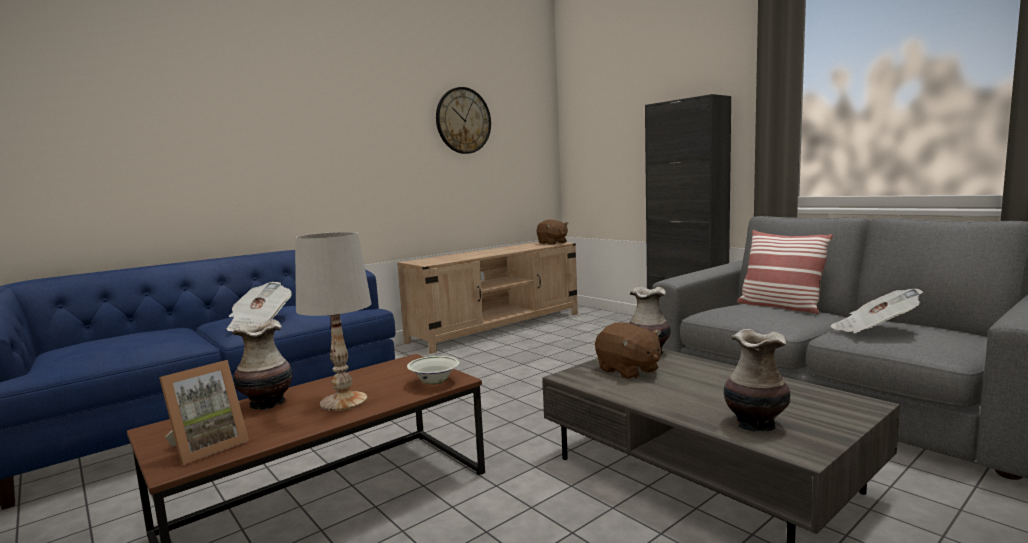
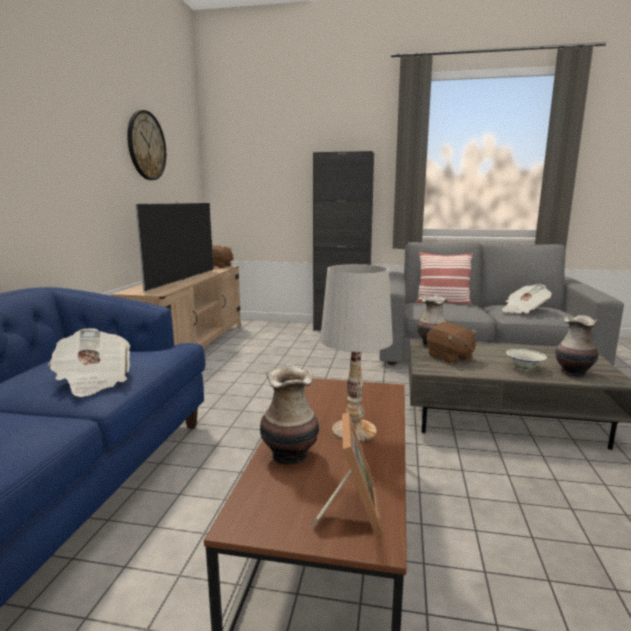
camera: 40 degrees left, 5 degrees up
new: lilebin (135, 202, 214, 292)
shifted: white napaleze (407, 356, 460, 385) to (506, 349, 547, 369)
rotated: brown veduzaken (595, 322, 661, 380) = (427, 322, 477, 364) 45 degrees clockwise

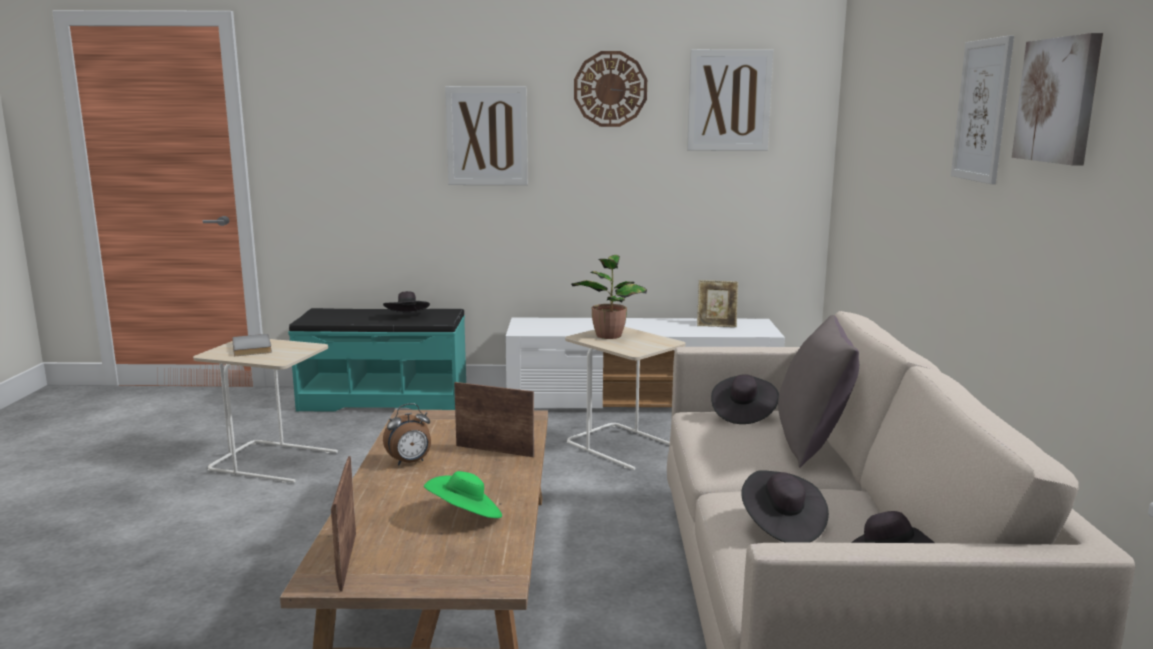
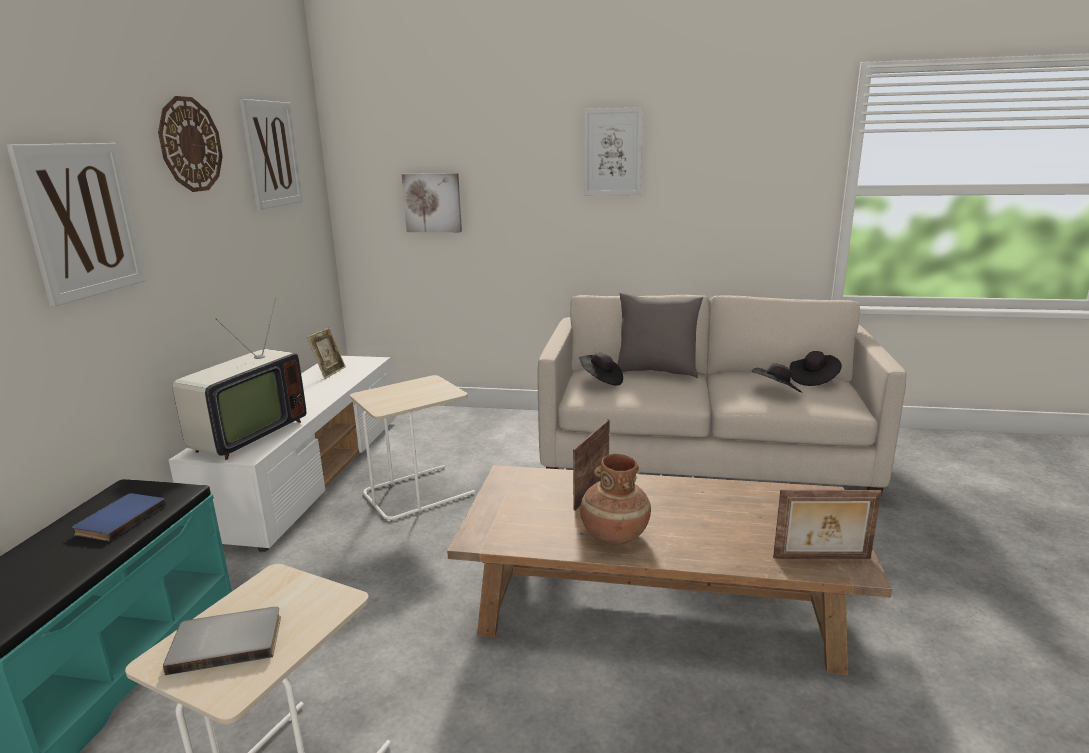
camera: 80 degrees left, 5 degrees up
gone: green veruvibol (424, 471, 502, 518); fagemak (571, 255, 647, 339)
new: lilebin (172, 297, 306, 460)
shifted: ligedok (1012, 33, 1103, 165) to (402, 173, 462, 232)
swapped: black veruvibol (383, 291, 430, 313) to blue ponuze (72, 493, 166, 542); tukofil (383, 403, 431, 466) to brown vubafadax (580, 454, 651, 545)

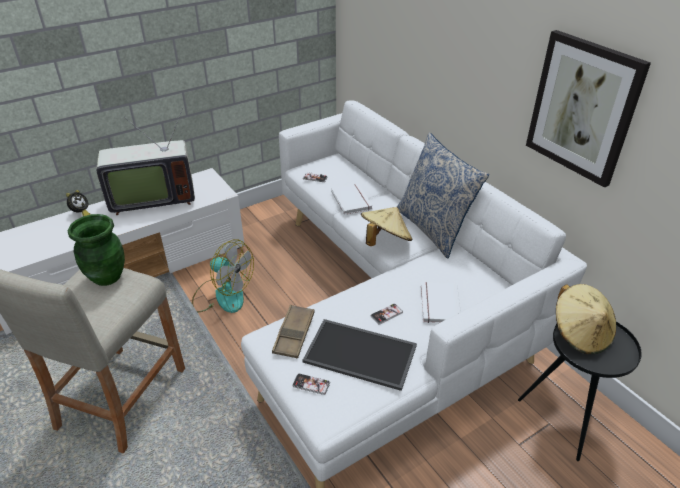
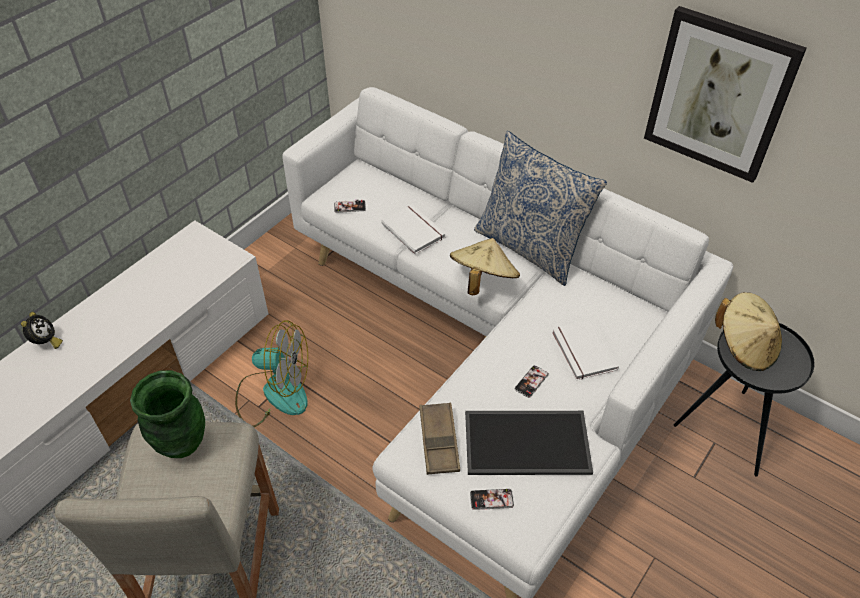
camera: 20 degrees left, 10 degrees up
gone: lilebin (96, 107, 195, 215)

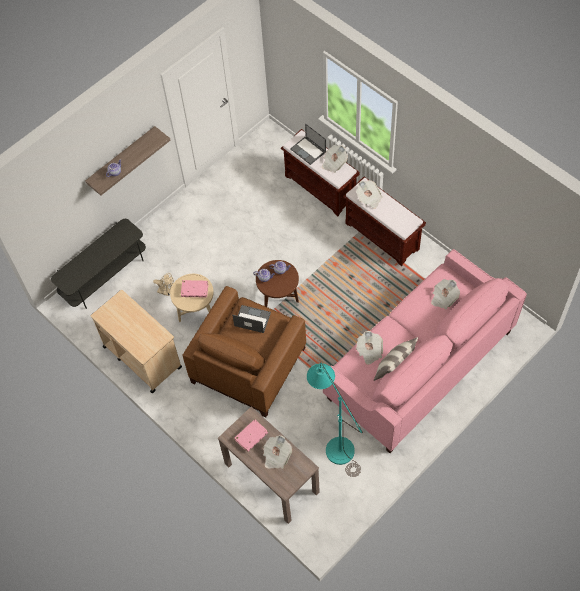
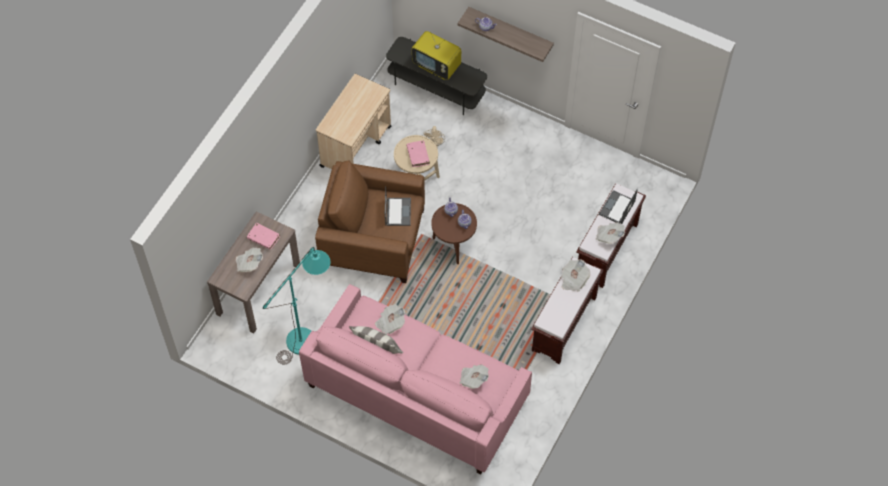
camera: 70 degrees right, 0 degrees up
new: lilebin (412, 31, 461, 80)

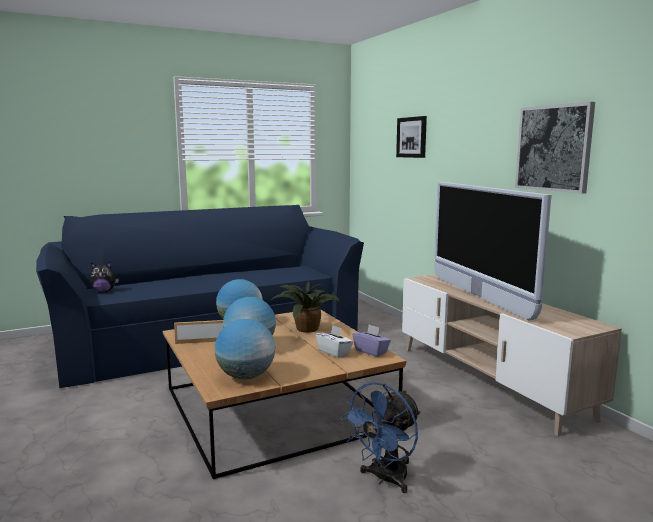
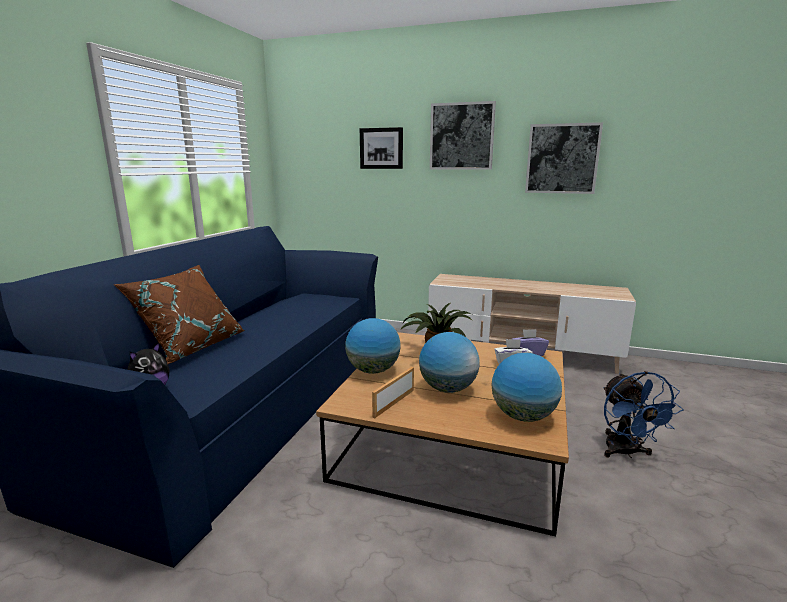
camera: 45 degrees left, 5 degrees up
gone: lilebin (434, 182, 552, 320)
new: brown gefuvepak (113, 265, 245, 364); ligedok (430, 101, 496, 170)

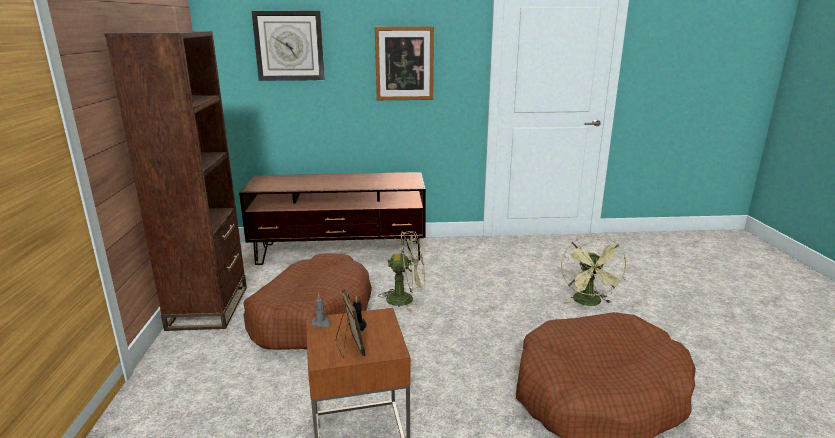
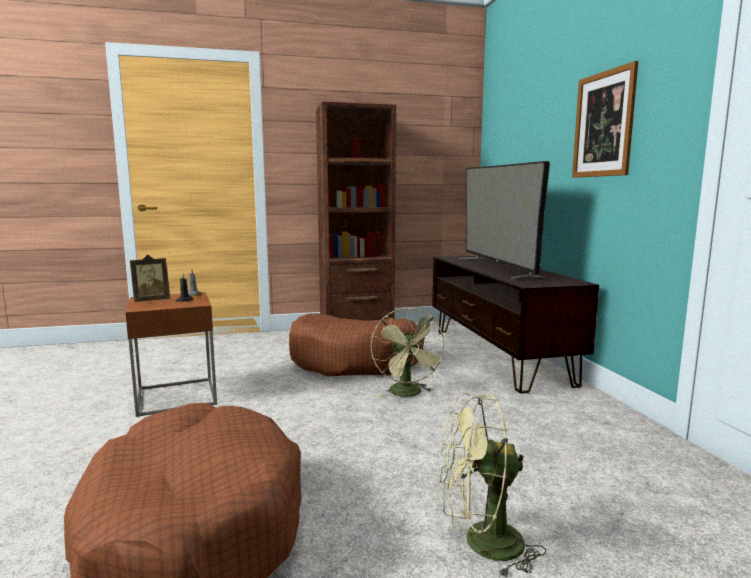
camera: 80 degrees right, 10 degrees down
gone: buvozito (251, 11, 325, 81)
new: lilebin (459, 161, 550, 279)

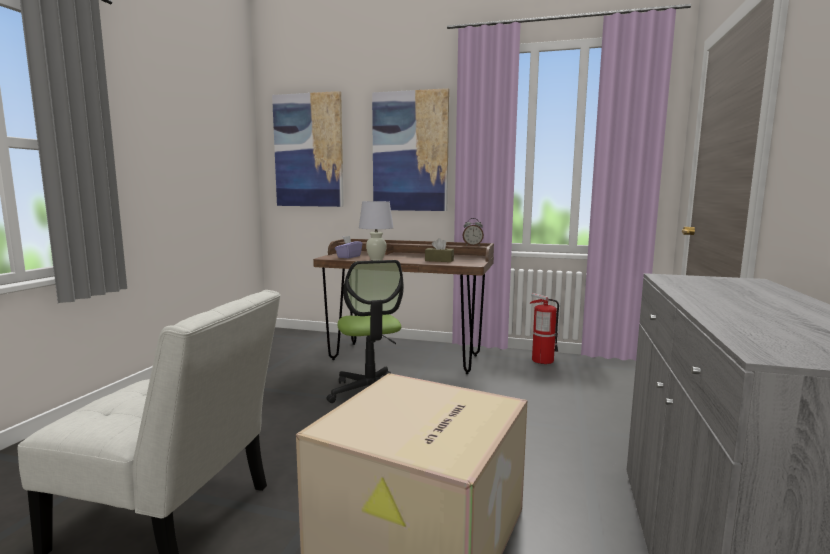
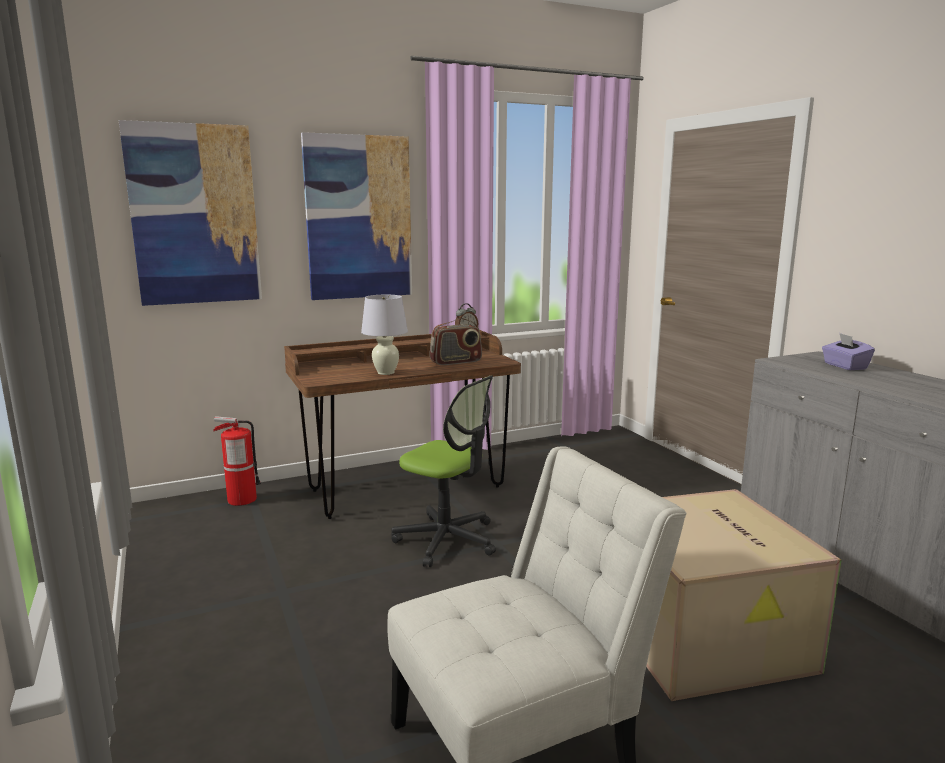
camera: 40 degrees left, 5 degrees up
shifted: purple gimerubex (335, 236, 363, 258) to (822, 333, 875, 370); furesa (530, 293, 559, 364) to (213, 416, 261, 506)
swapped: brown gimerubex (425, 238, 454, 262) to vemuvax (430, 318, 482, 365)

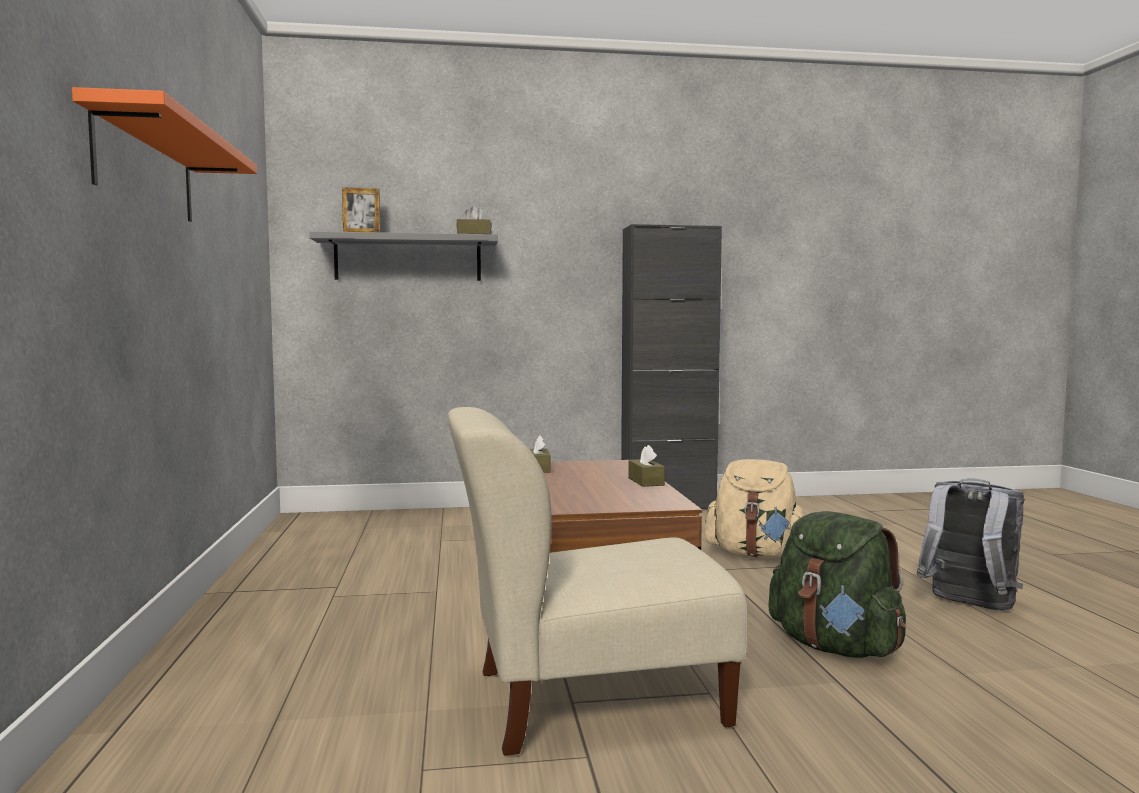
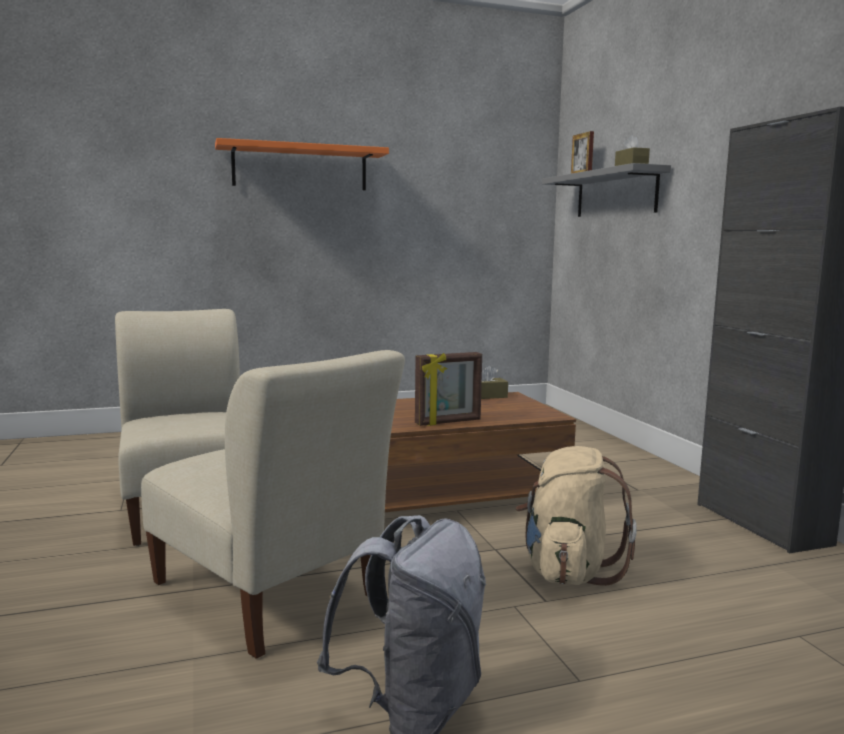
camera: 80 degrees right, 5 degrees up
swapped: brown gimerubex (628, 445, 665, 487) to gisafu (415, 352, 482, 426); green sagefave (768, 511, 906, 658) to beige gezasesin (141, 350, 405, 658)

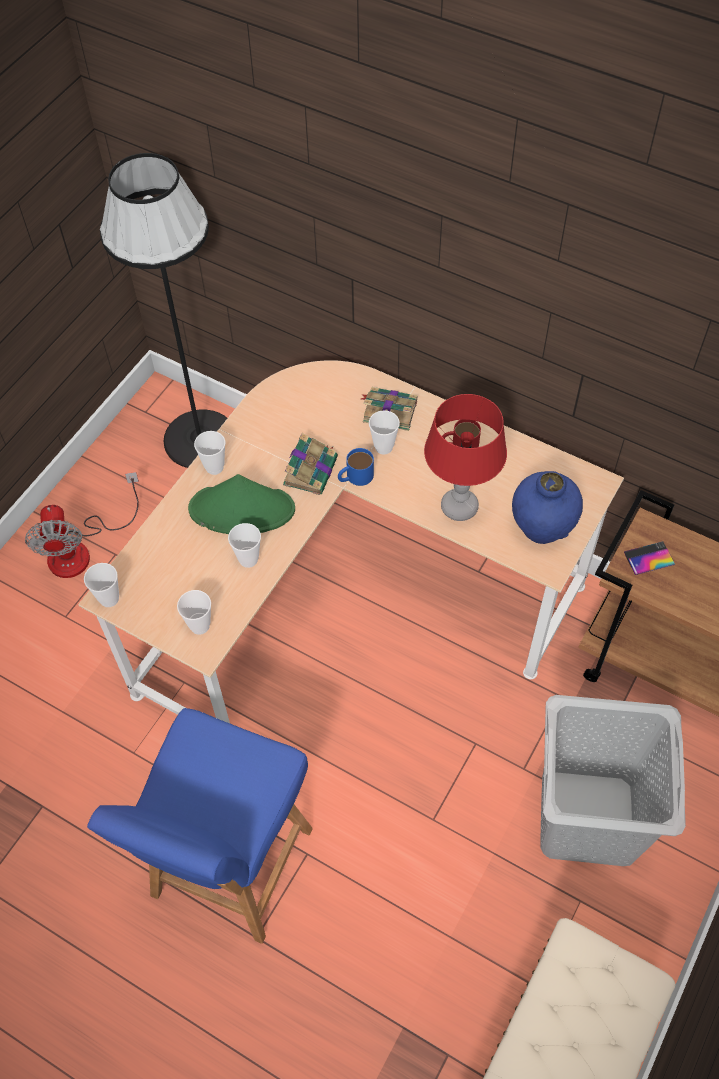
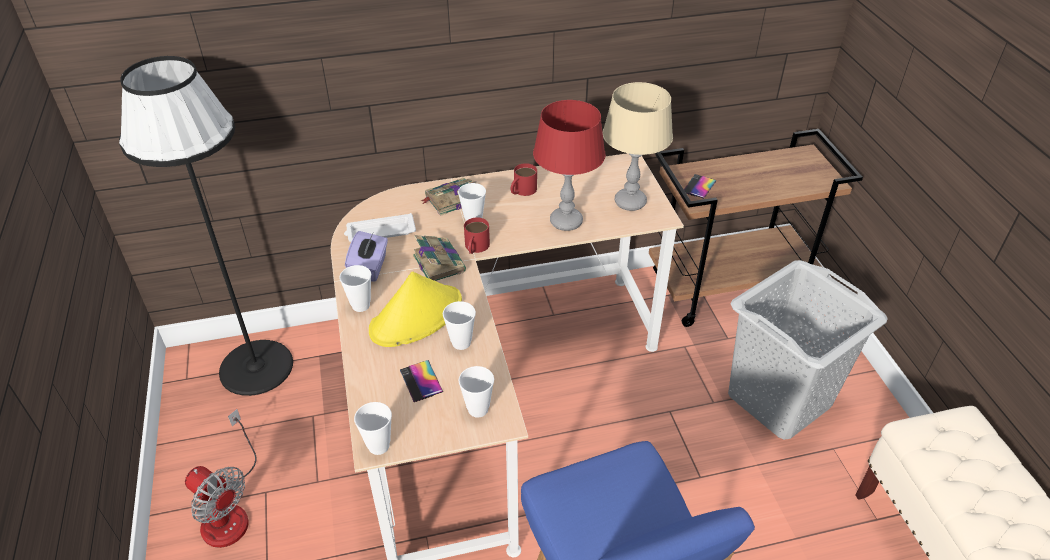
camera: 45 degrees left, 15 degrees down
new: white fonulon (344, 213, 416, 242); purple gimerubex (345, 231, 388, 282); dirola (400, 360, 443, 402)
swapped: blue vubafadax (512, 471, 583, 544) to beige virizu (603, 82, 673, 211)
repainted: green veruvibol (188, 474, 295, 534) to yellow veruvibol (369, 272, 462, 347); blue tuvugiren (338, 448, 374, 486) to red tuvugiren (464, 217, 490, 254)

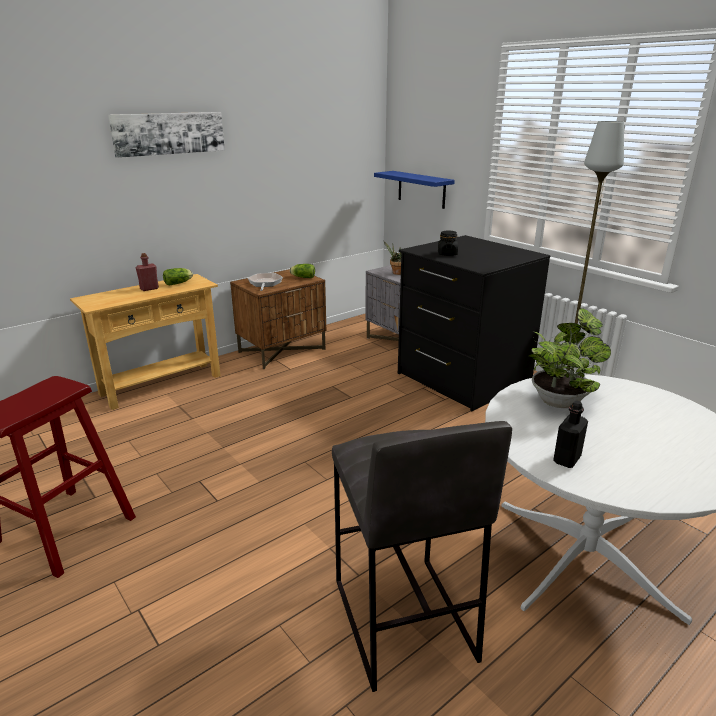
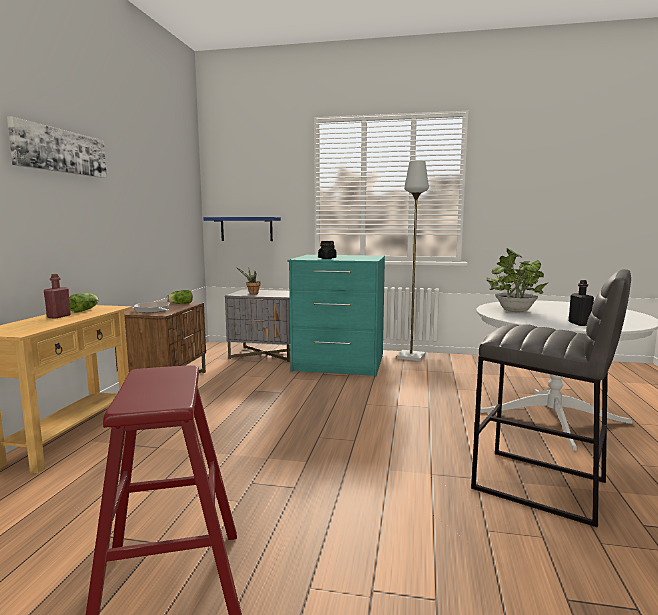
camera: 40 degrees left, 15 degrees down
repainted: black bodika (398, 235, 550, 411) to turquoise bodika (287, 255, 385, 377)

